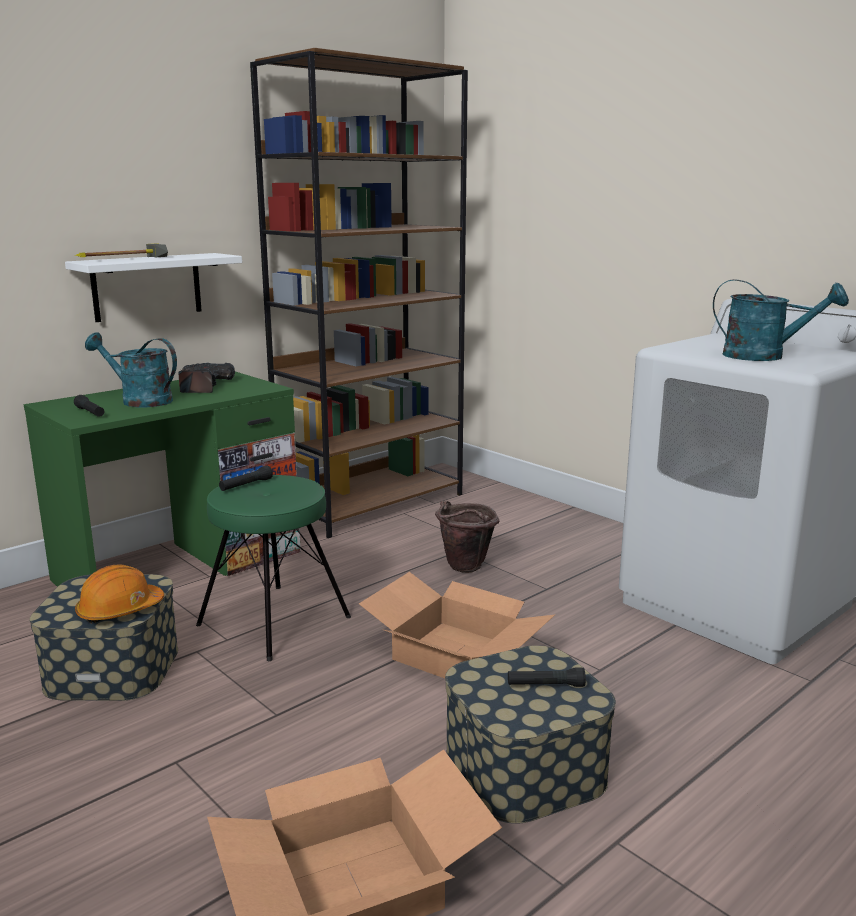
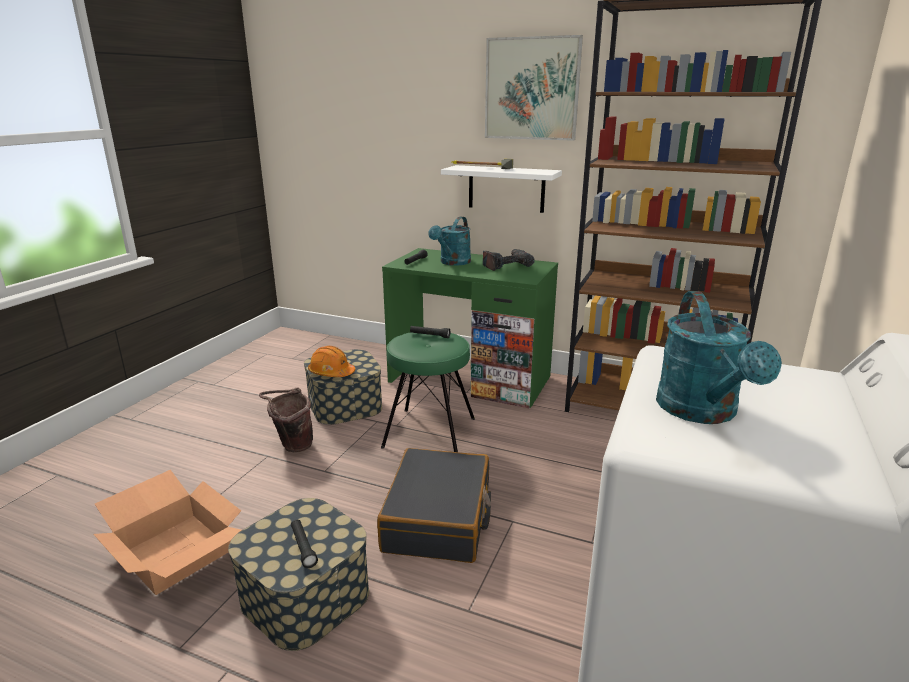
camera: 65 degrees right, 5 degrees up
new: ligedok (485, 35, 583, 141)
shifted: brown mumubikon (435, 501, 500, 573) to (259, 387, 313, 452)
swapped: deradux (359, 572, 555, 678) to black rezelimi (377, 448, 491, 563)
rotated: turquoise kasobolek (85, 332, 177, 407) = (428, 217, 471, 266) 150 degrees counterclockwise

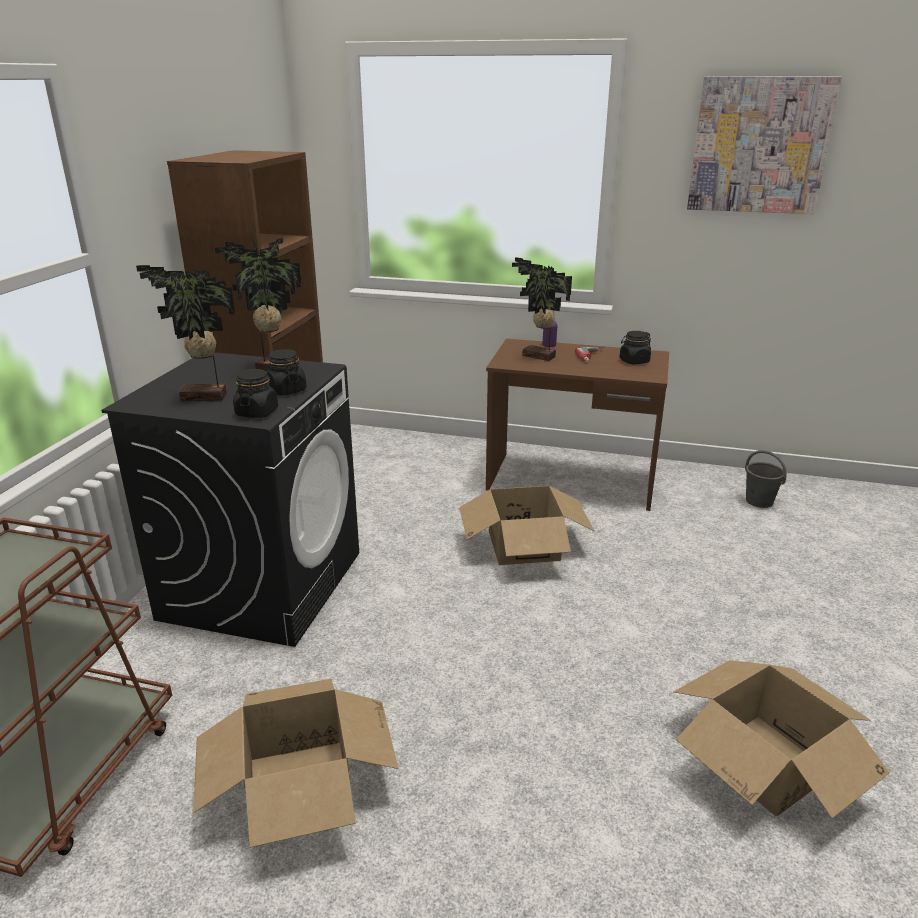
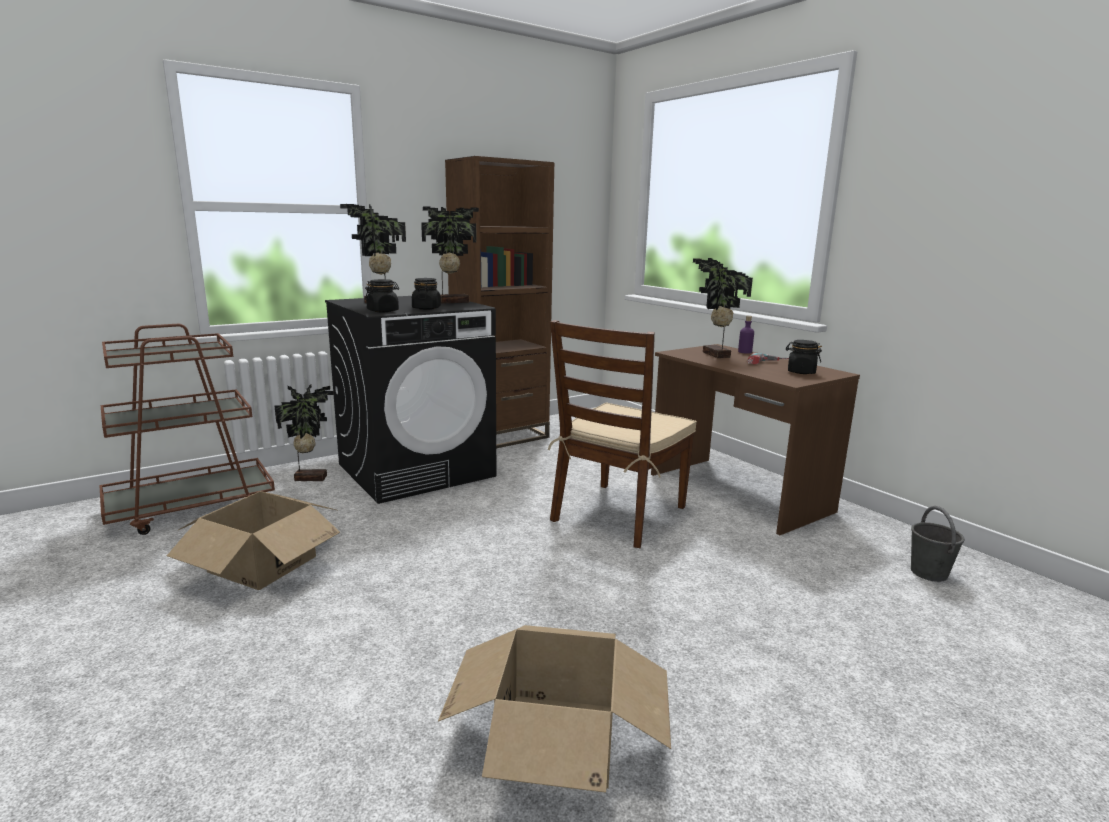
camera: 40 degrees right, 10 degrees down
gone: ligedok (687, 76, 842, 214)
new: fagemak (275, 384, 334, 481)
swapped: deradux (459, 486, 594, 565) to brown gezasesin (548, 320, 697, 548)

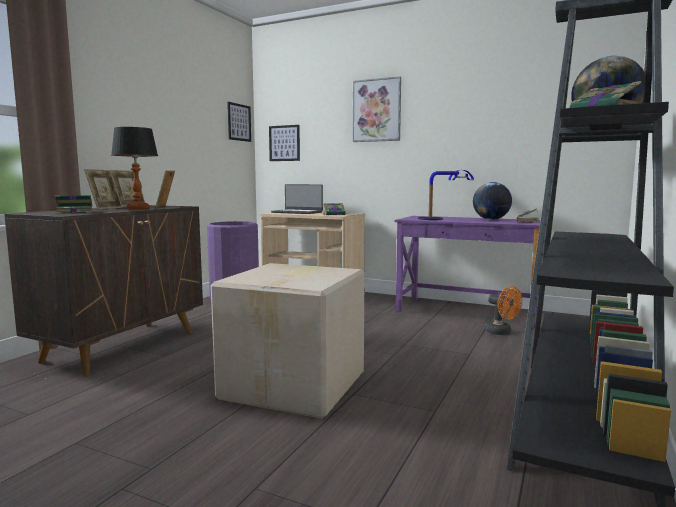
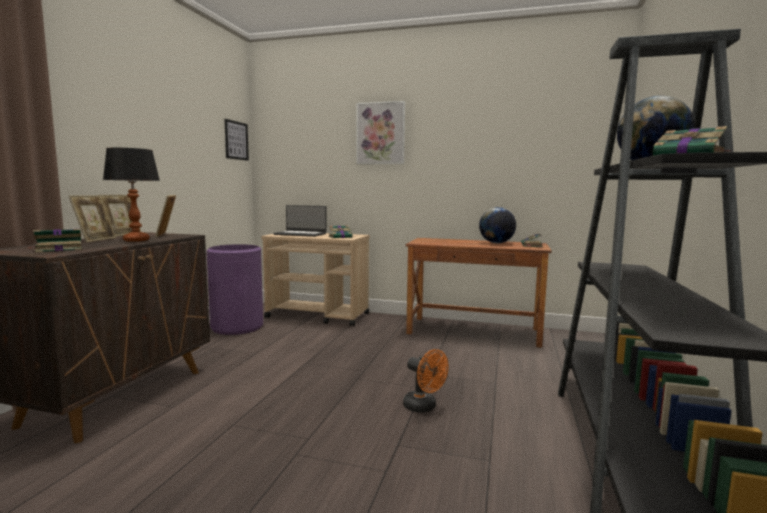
camera: 10 degrees left, 0 degrees up
gone: deradux (211, 263, 365, 419); ligedok (269, 125, 300, 161); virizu (418, 170, 474, 220)
shifted: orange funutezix (485, 286, 522, 335) to (403, 349, 449, 413)
repainted: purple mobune (395, 216, 541, 328) to brown mobune (405, 238, 552, 348)

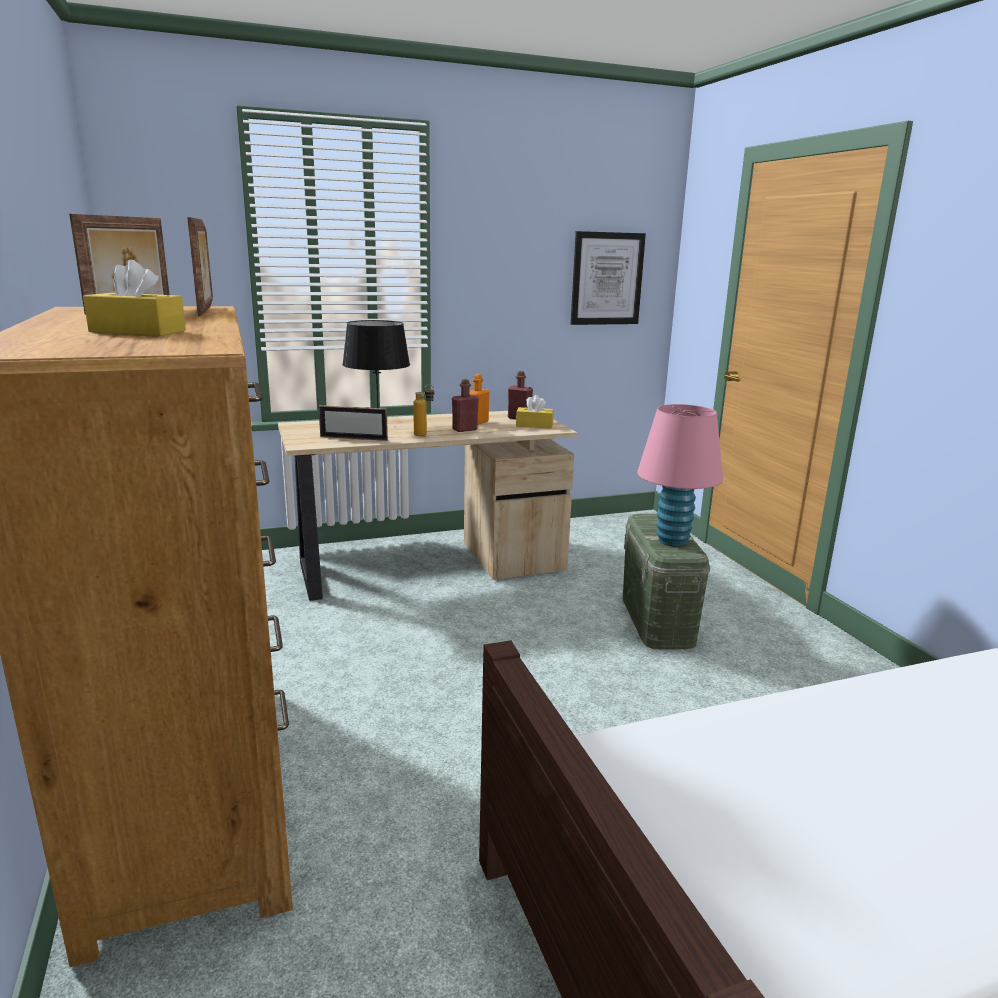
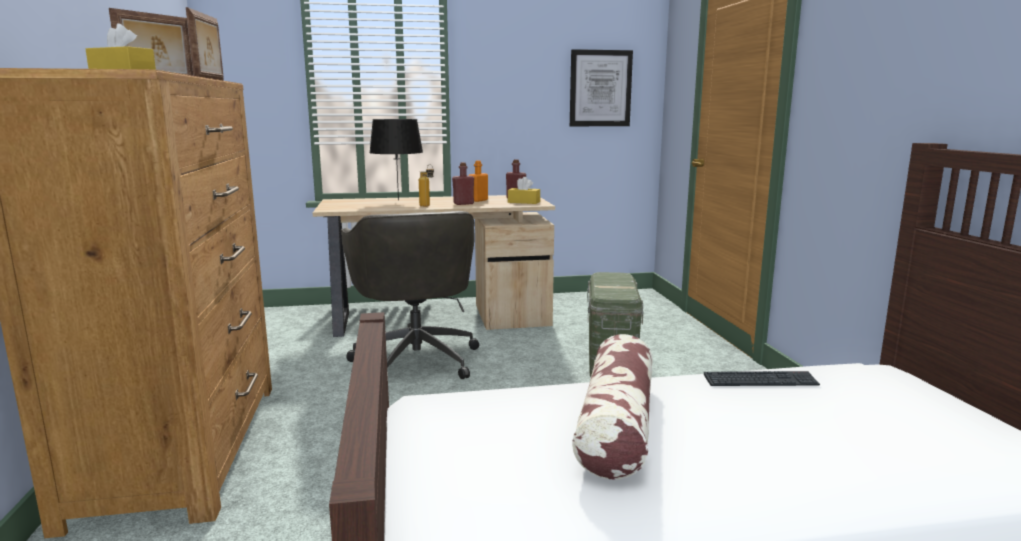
camera: 10 degrees right, 5 degrees down
gone: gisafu (319, 405, 388, 441); pink virizu (637, 404, 723, 547)
new: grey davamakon (341, 211, 479, 379); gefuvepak (572, 334, 653, 479); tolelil (704, 371, 820, 386)

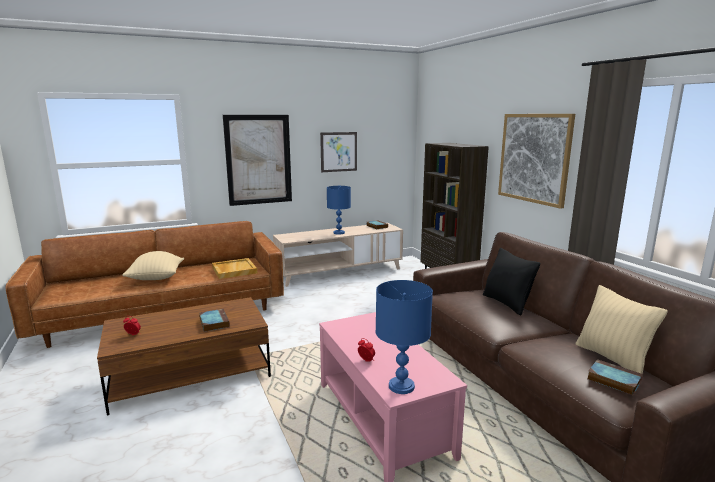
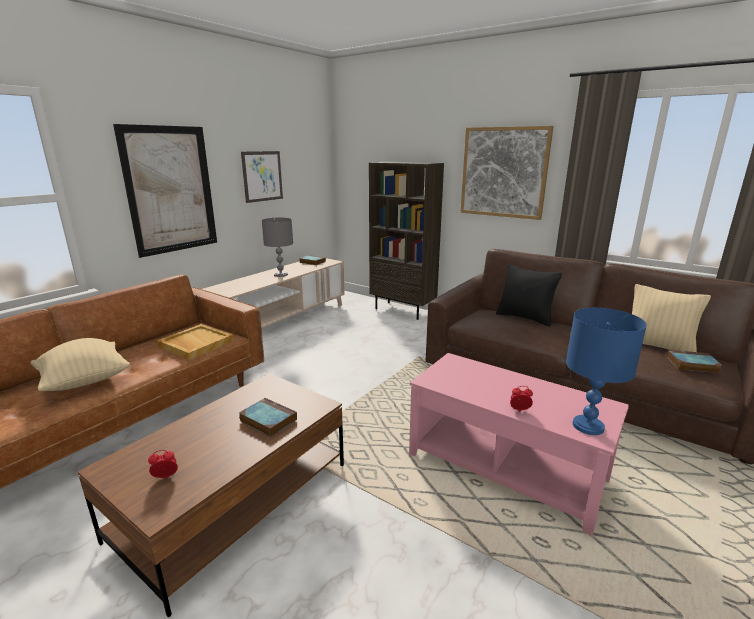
camera: 30 degrees left, 5 degrees up
repainted: blue virizu (327, 186, 351, 234) to grey virizu (262, 218, 293, 277)

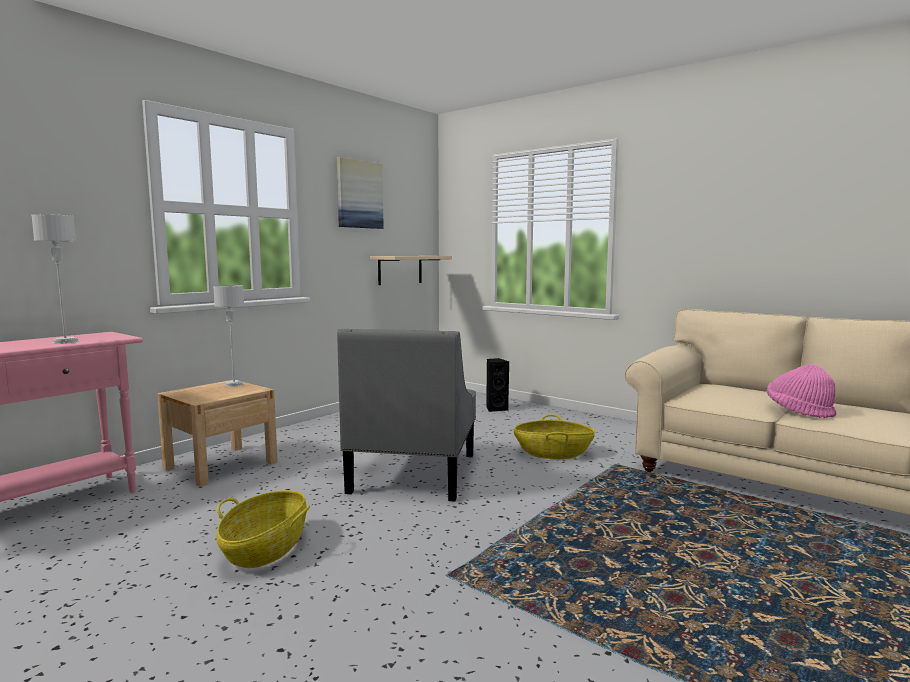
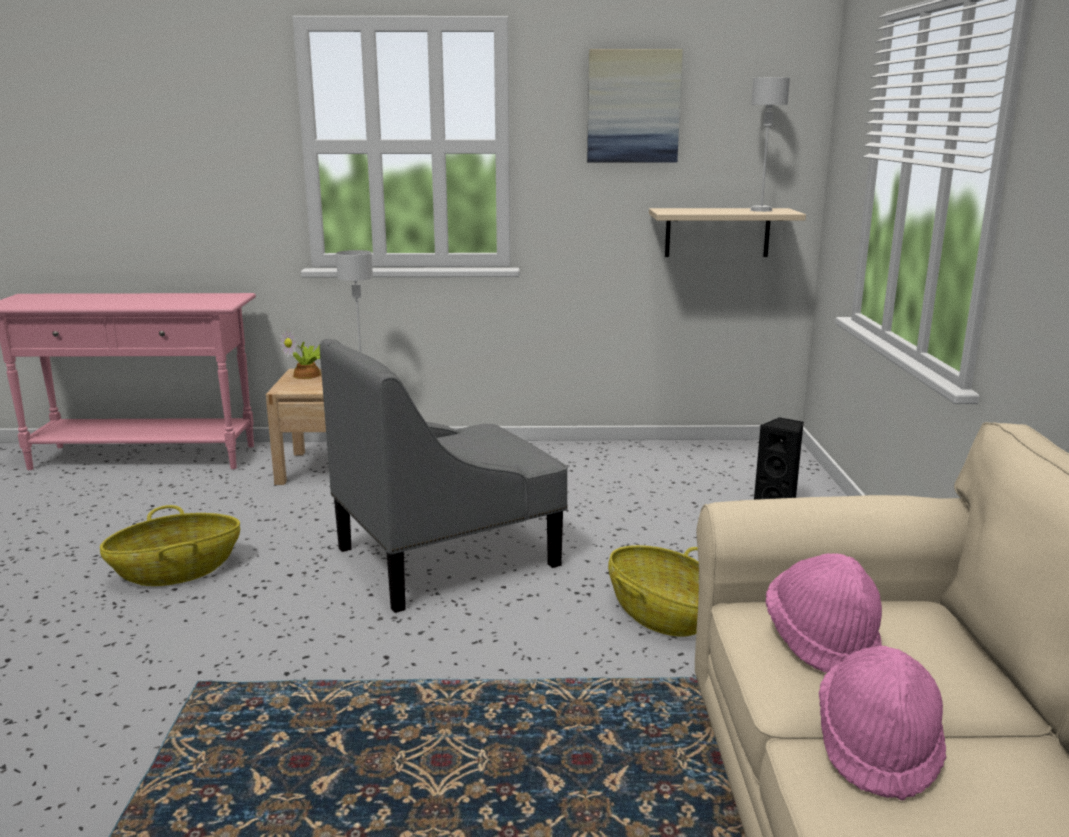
camera: 50 degrees right, 10 degrees up
new: fagemak (280, 328, 321, 379); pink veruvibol (765, 553, 882, 673)
shifted: grey virizu (31, 214, 79, 344) to (750, 77, 790, 212)

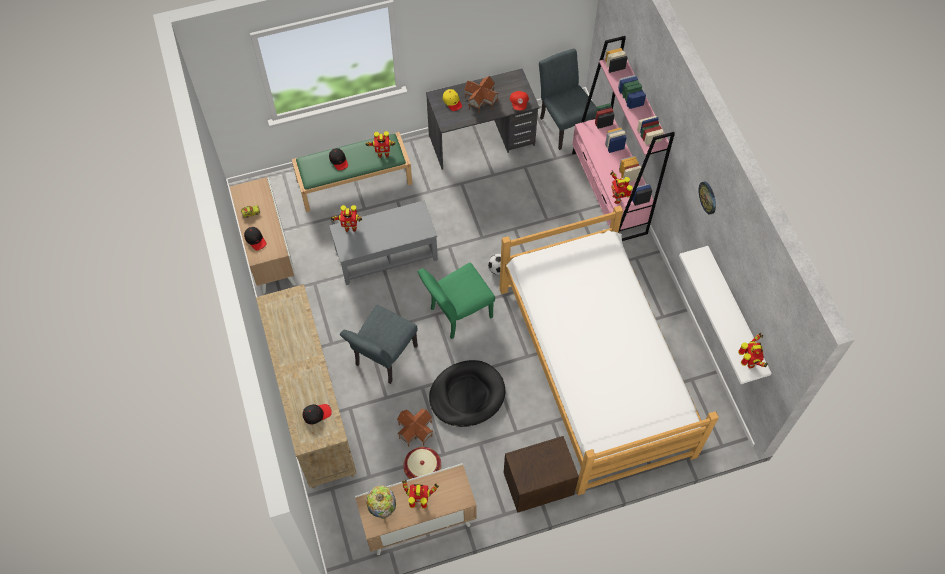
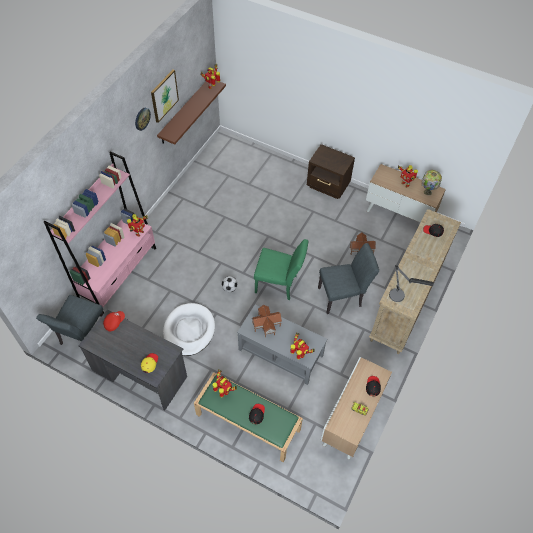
camera: 135 degrees left, 5 degrees down
gone: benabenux (403, 447, 441, 479); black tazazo (429, 360, 505, 427); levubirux (499, 206, 719, 495)
new: ligedok (151, 70, 179, 123); white tazazo (163, 303, 215, 356); virizu (389, 265, 434, 302)
shifted: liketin (464, 76, 499, 113) to (252, 305, 282, 337)
repainted: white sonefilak (679, 246, 772, 384) to brown sonefilak (157, 80, 226, 145)

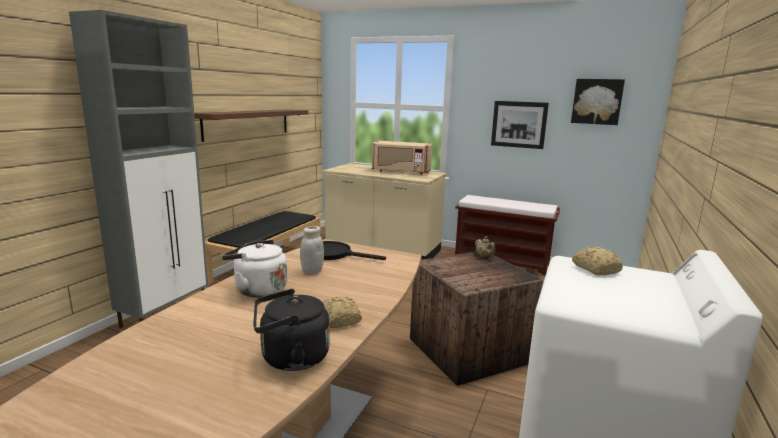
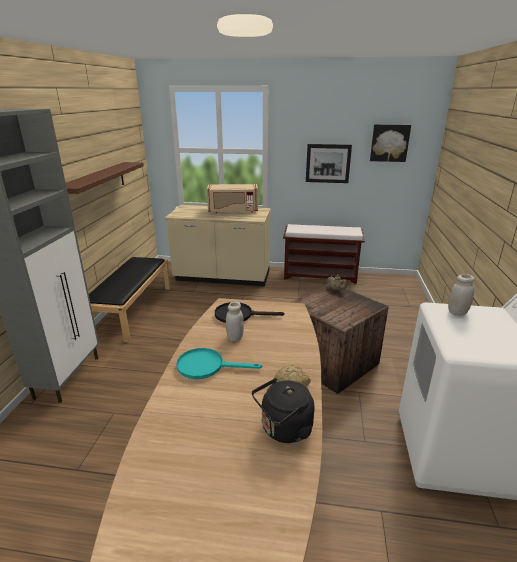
camera: 15 degrees left, 10 degrees up
swapped: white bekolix (222, 240, 288, 298) to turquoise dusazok (176, 348, 262, 379); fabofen (572, 247, 623, 275) to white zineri (448, 274, 475, 316)

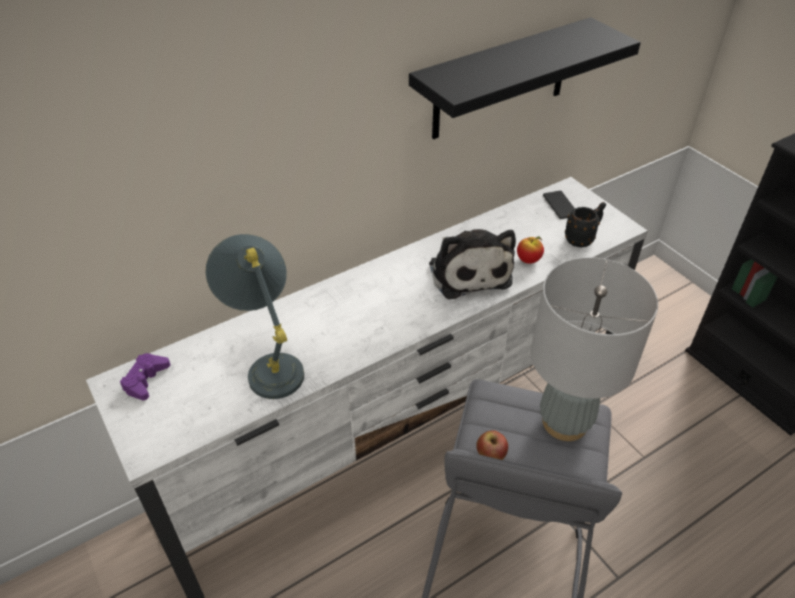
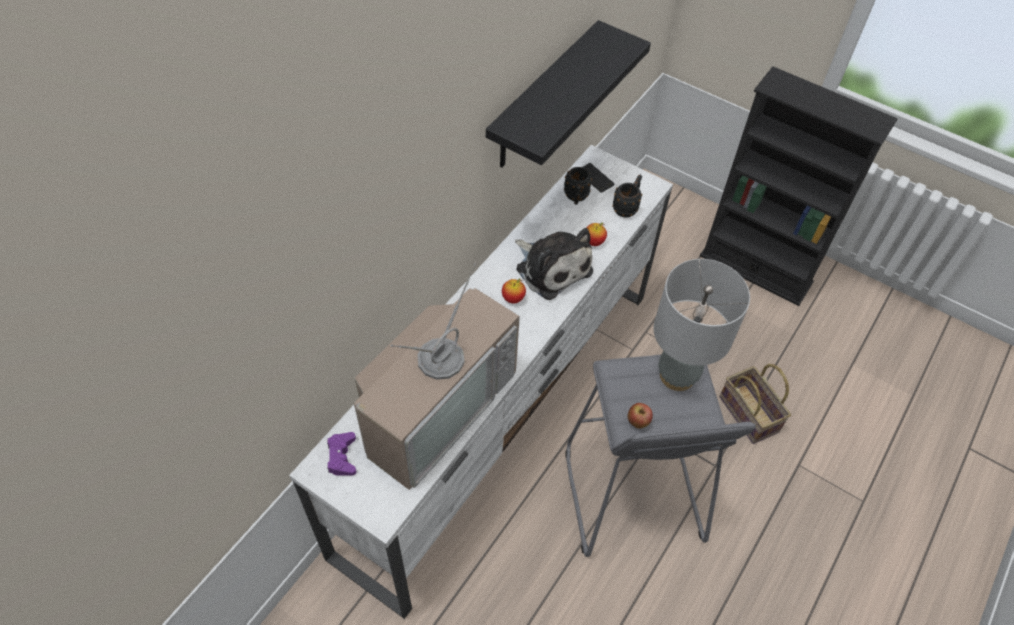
camera: 25 degrees left, 10 degrees up
new: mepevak (502, 278, 526, 304); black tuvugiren (564, 167, 592, 205); benabenux (719, 364, 791, 444)
swapped: grey virizu (205, 234, 304, 399) to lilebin (354, 263, 520, 490)

